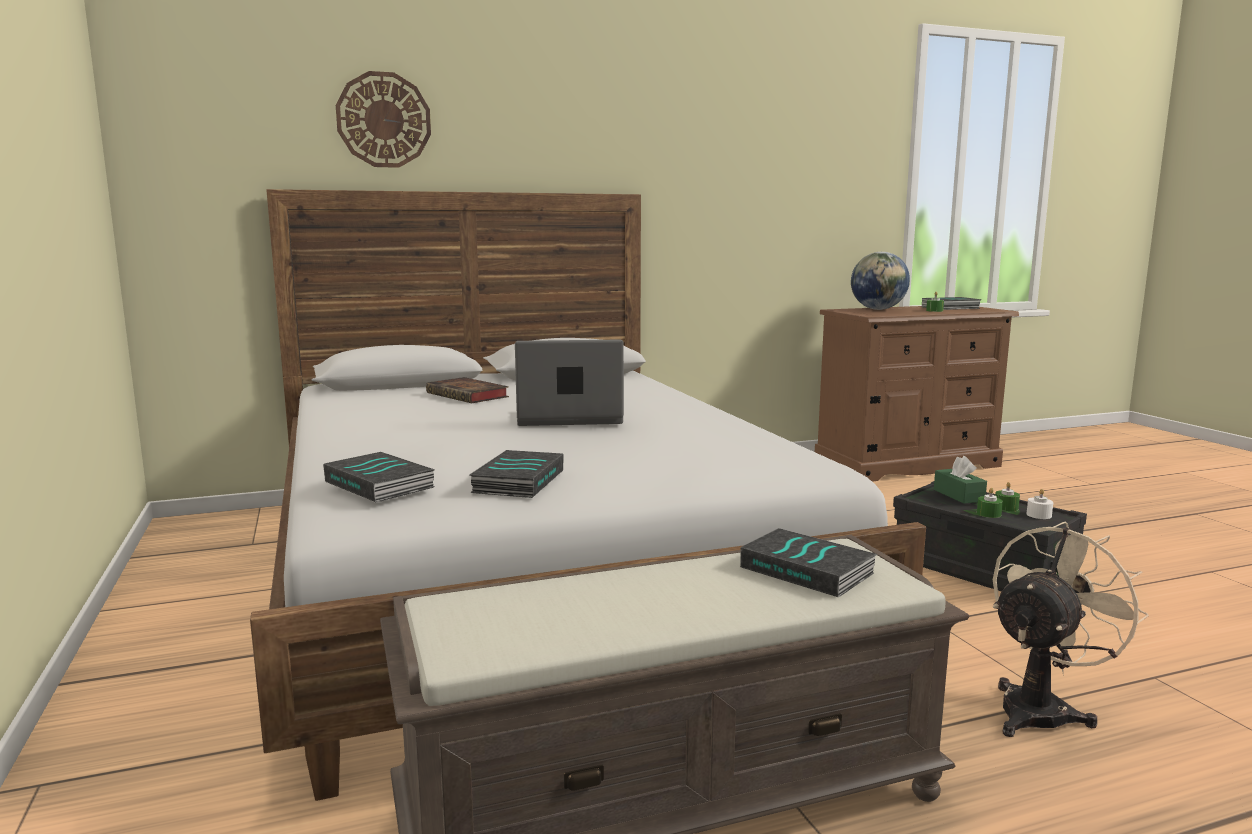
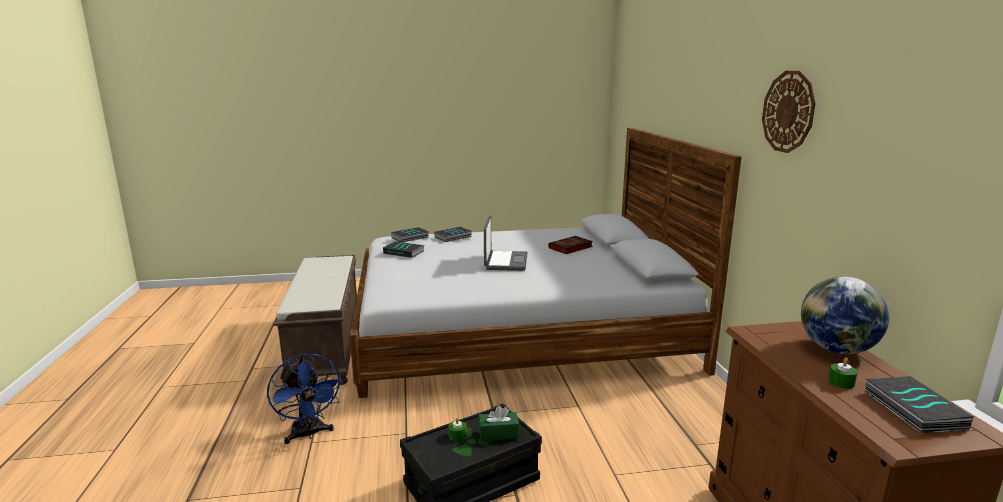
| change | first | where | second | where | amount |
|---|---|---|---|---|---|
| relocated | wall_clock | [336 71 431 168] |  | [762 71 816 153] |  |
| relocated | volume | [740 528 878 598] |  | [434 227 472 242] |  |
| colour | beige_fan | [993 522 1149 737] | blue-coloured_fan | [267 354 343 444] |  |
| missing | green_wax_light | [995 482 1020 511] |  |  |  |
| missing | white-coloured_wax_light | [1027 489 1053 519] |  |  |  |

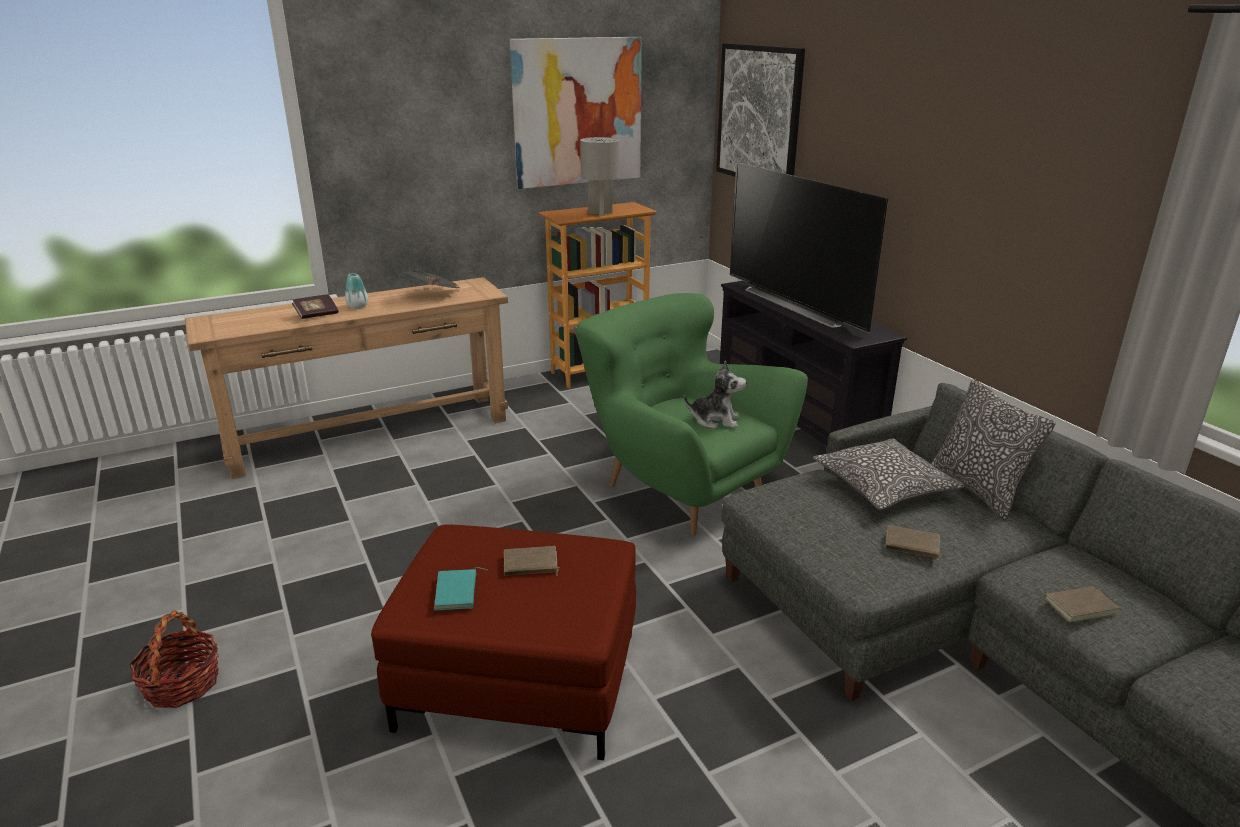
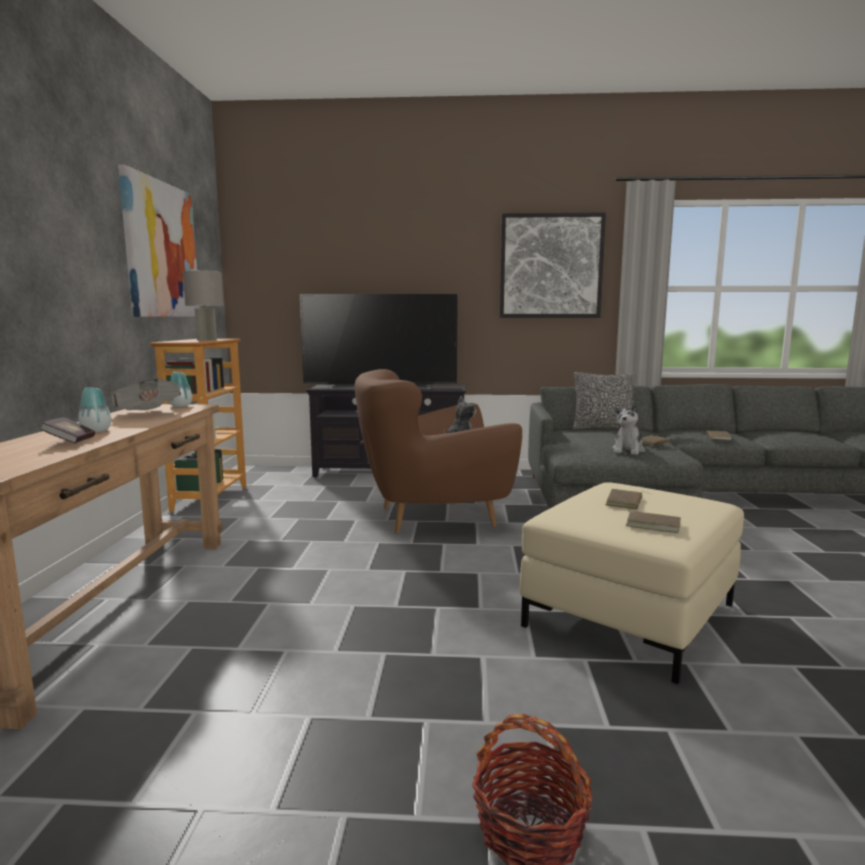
| change | first | where | second | where | amount |
|---|---|---|---|---|---|
| colour | reddish_ottoman | [371 525 636 760] | beige_ottoman | [520 482 744 684] |  |
| colour | turquoise-coloured_volume | [434 567 487 610] | brownish_volume | [626 509 681 533] |  |
| colour | green_armchair | [576 293 808 535] | brownish_armchair | [354 369 522 534] |  |
| relocated | wall_picture | [716 43 805 177] |  | [500 212 606 318] |  |
| missing | cushion | [813 439 966 510] |  |  |  |
| appeared |  |  | flower_vase | [169 371 192 407] |  |
| appeared |  |  | plush_toy | [612 401 645 455] |  |

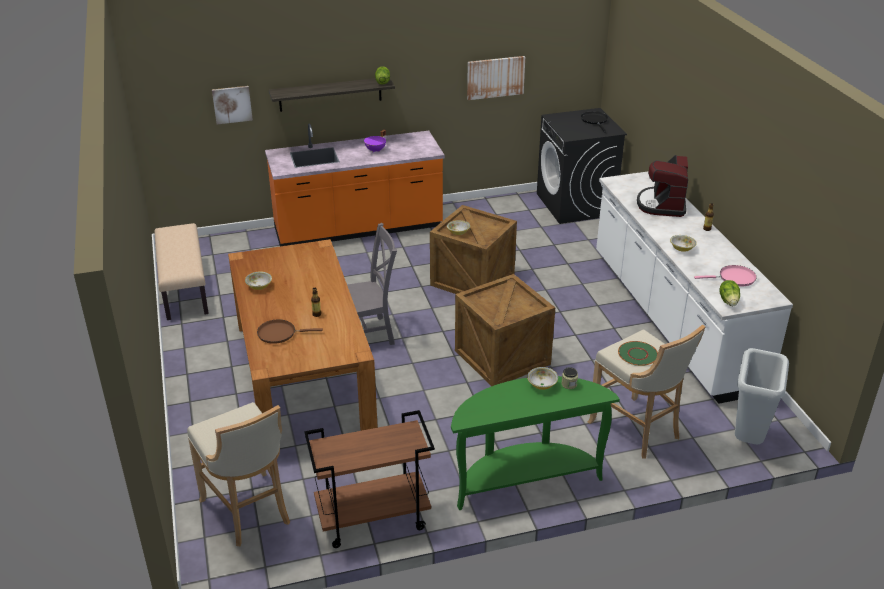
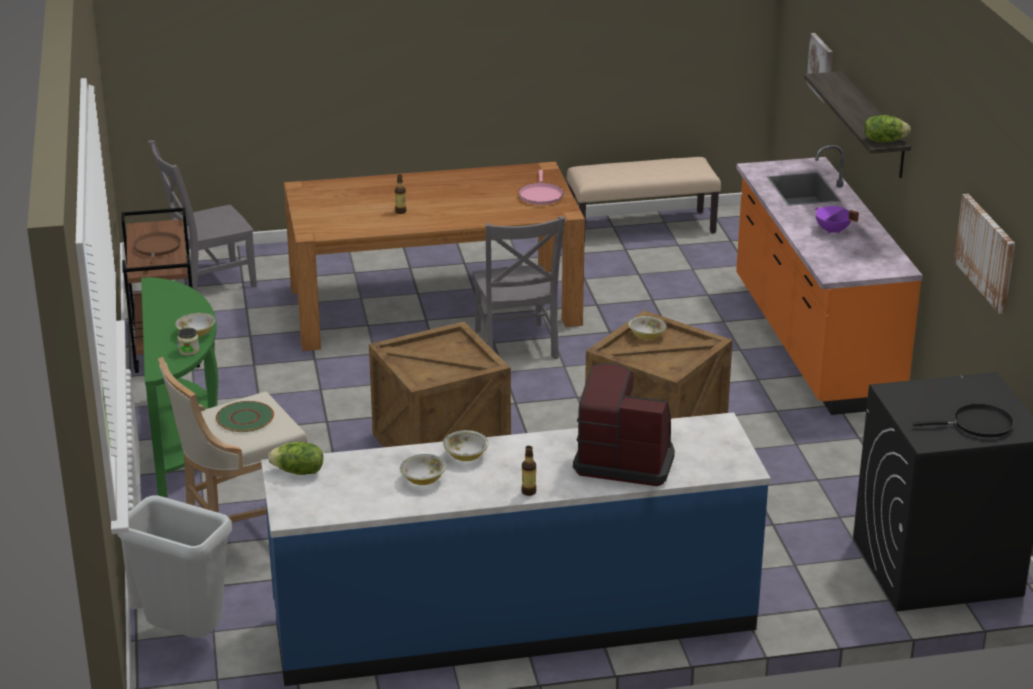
| change | first | where | second | where | amount |
|---|---|---|---|---|---|
| exchanged | beige_stool_seat | [187 402 290 546] | grey_upright_chair | [148 140 257 291] |  |
| relocated | deep_dish | [245 271 272 290] |  | [400 454 446 485] |  |
| relocated | brownish_skillet | [257 320 323 344] |  | [133 232 181 271] |  |
| colour | white-coloured_counter | [596 171 793 404] | blue-coloured_counter | [261 412 770 686] |  |
| relocated | pink-coloured_skillet | [694 265 757 286] |  | [519 170 564 205] |  |

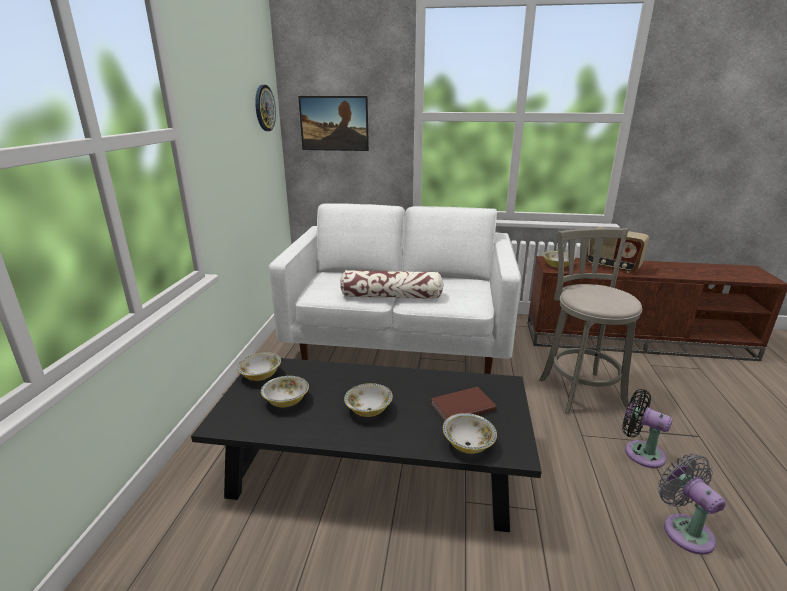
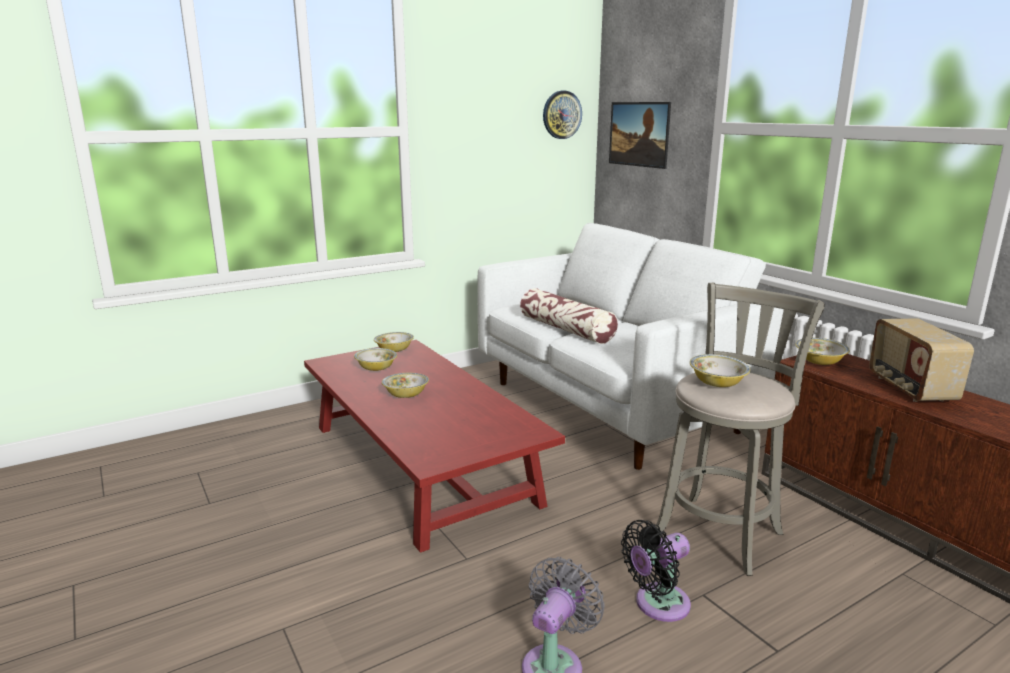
| change | first | where | second | where | amount |
|---|---|---|---|---|---|
| colour | black_lounge_table | [191 358 542 532] | reddish_lounge_table | [304 340 565 553] |  |
| missing | brownish_volume | [431 387 497 421] |  |  |  |
| relocated | deep_dish | [443 413 497 454] |  | [690 354 750 387] |  |
| spun | black_fan | [622 389 673 468] |  | [621 520 691 622] | 120 degrees counterclockwise |

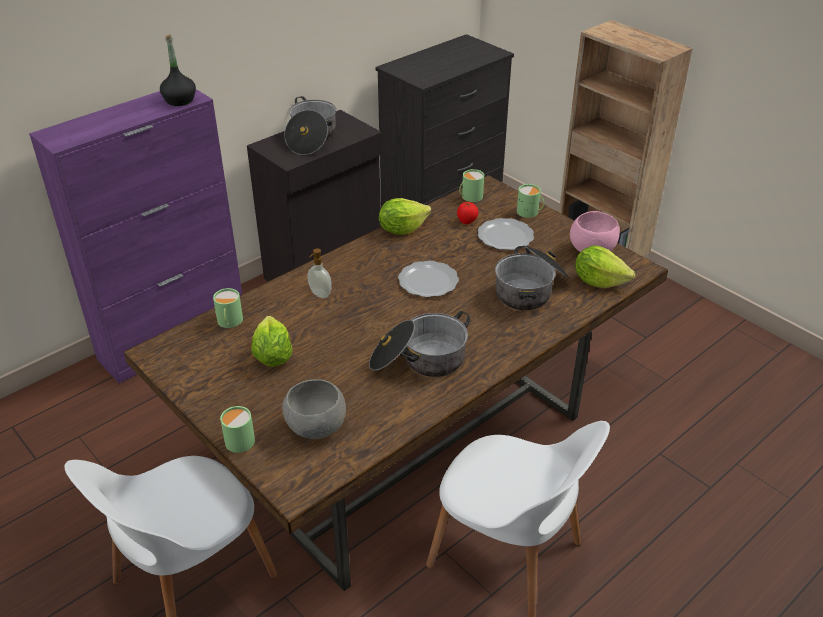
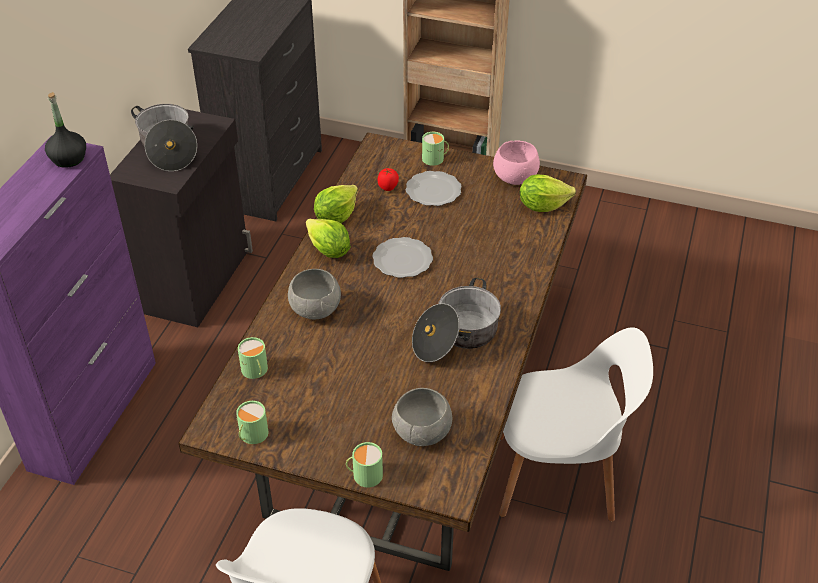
| change | first | where | second | where | amount |
|---|---|---|---|---|---|
| relocated | lettuce | [251 316 293 367] |  | [306 218 351 258] |  |
| exchanged | liquid_soap_bottle | [308 248 332 298] | grey_deep_dish | [288 269 341 319] |  |
| relocated | green_mug | [459 169 484 202] |  | [236 401 268 444] |  |
| missing | cooking_pot | [495 245 570 310] |  |  |  |

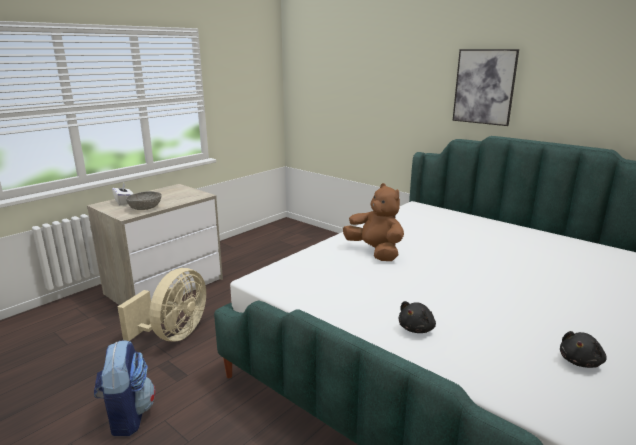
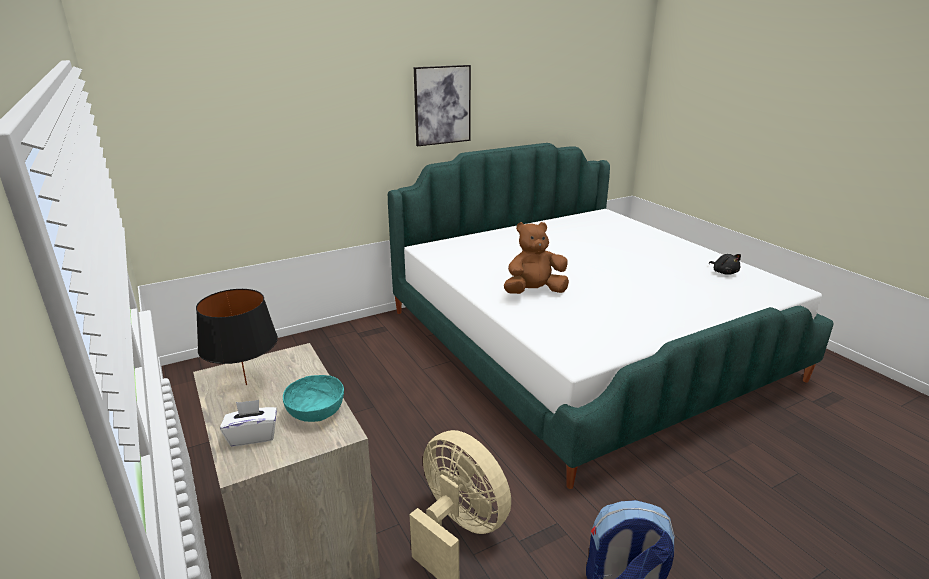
| change | first | where | second | where | amount |
|---|---|---|---|---|---|
| colour | grey_deep_dish | [126 191 162 210] | turquoise-coloured_deep_dish | [283 375 344 422] |  |
| missing | black_plush_toy | [398 301 436 333] |  |  |  |
| appeared |  |  | black_table_lamp | [196 289 278 385] |  |

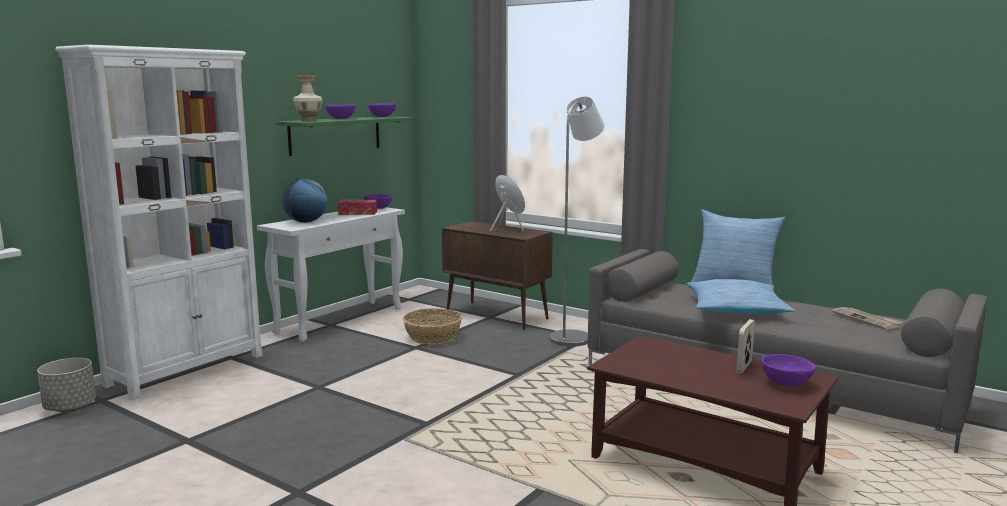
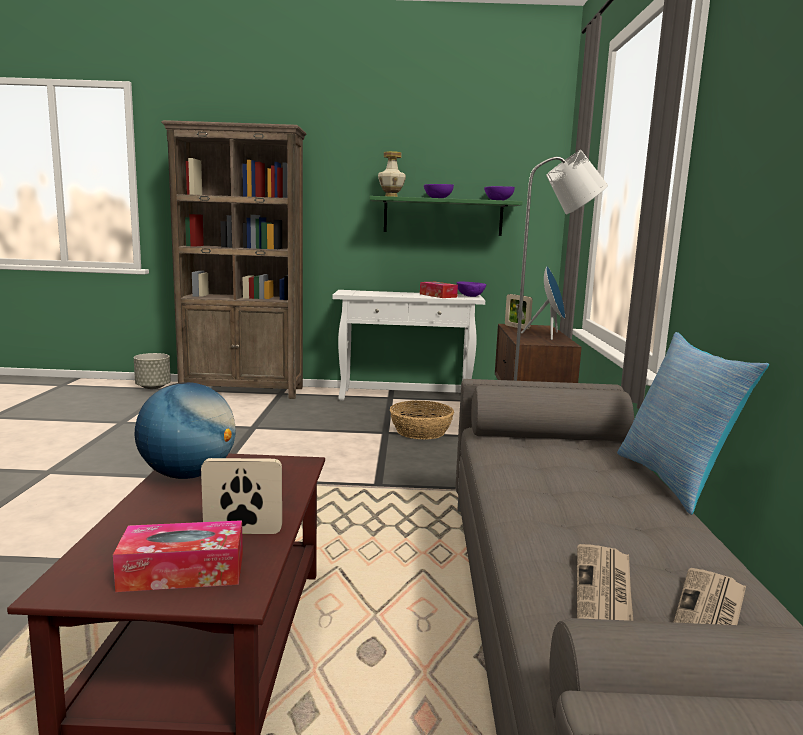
| change | first | where | second | where | amount |
|---|---|---|---|---|---|
| colour | white-coloured_bookcase | [55 44 263 400] | brownish_bookcase | [161 120 307 399] |  |
| relocated | globe | [282 178 327 223] |  | [135 382 236 479] |  |
| missing | cushion | [686 279 795 314] |  |  |  |
| exchanged | purplish_deep_dish | [761 354 816 387] | box_of_tissues | [113 520 243 592] |  |
| appeared |  |  | standing_frame | [505 294 533 329] |  |
| appeared |  |  | printed_paper | [577 544 633 621] |  |

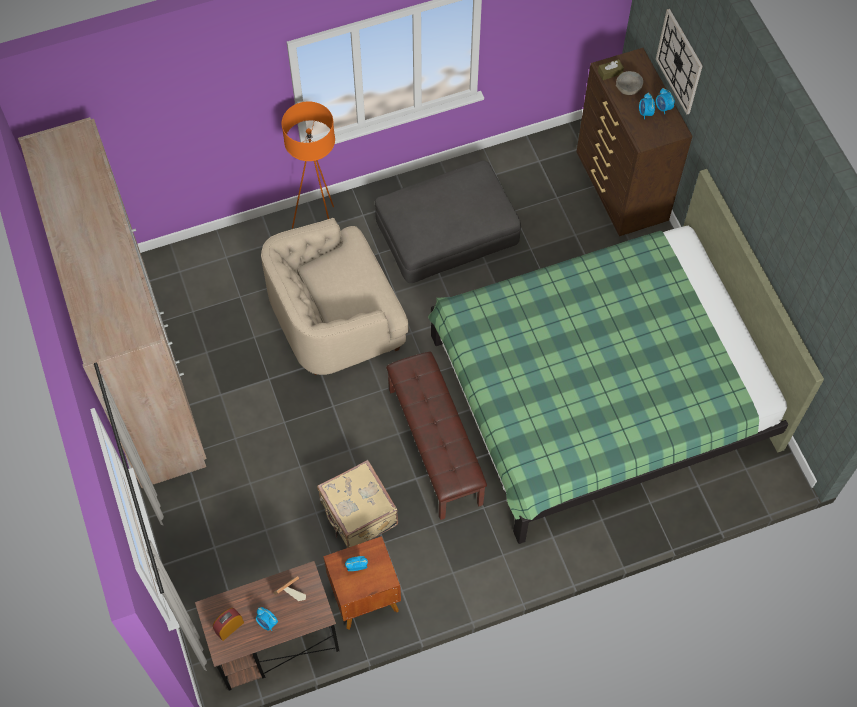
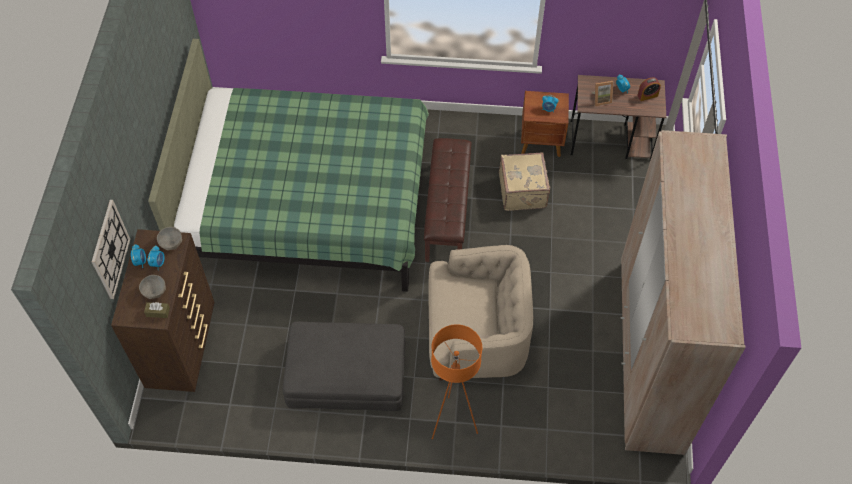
| change | first | where | second | where | amount |
|---|---|---|---|---|---|
| appeared |  |  | grey_deep_dish | [157 227 182 250] |  |

